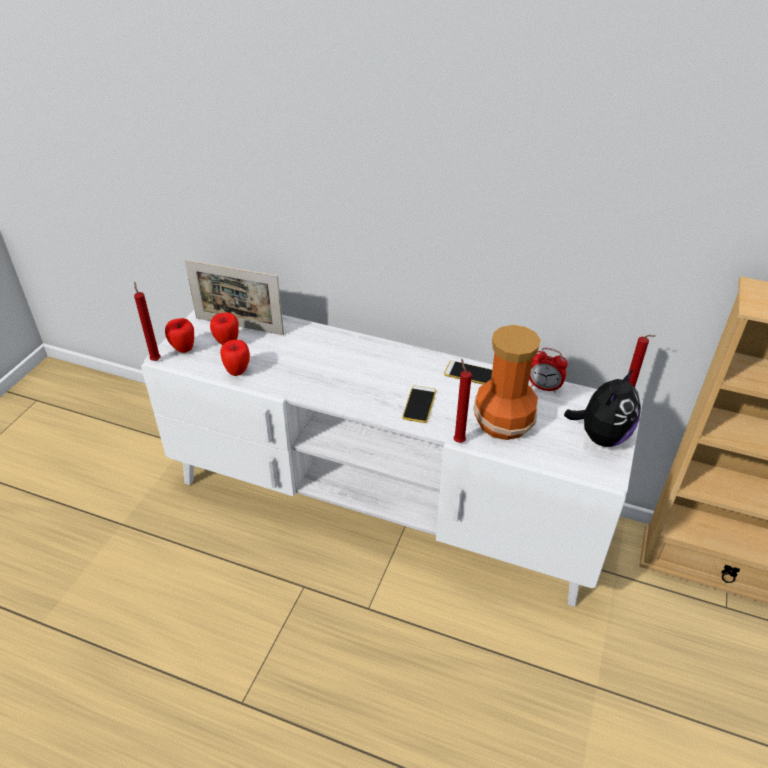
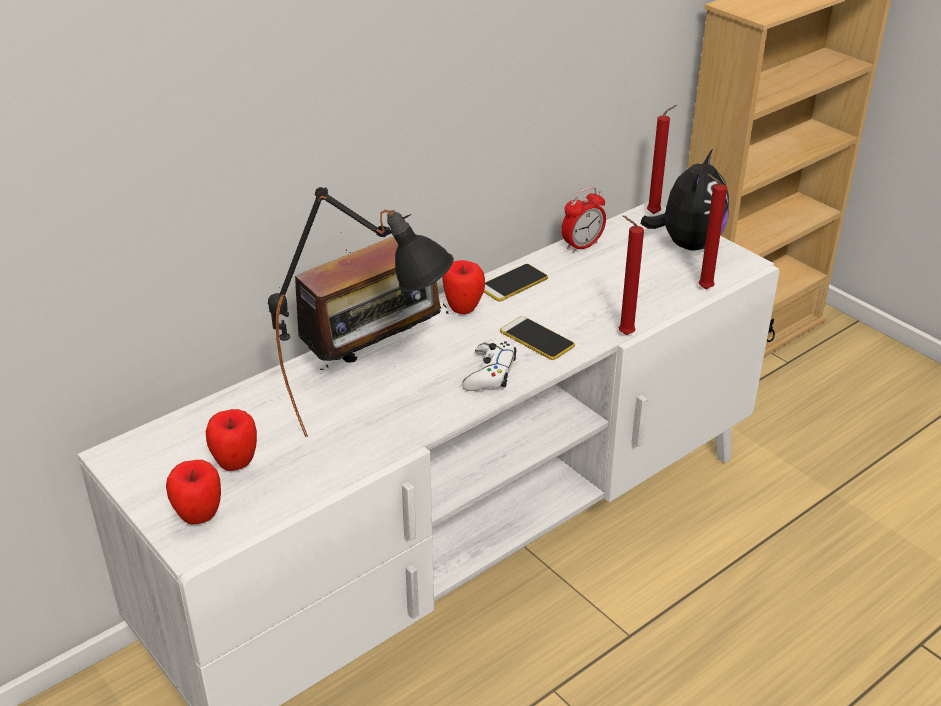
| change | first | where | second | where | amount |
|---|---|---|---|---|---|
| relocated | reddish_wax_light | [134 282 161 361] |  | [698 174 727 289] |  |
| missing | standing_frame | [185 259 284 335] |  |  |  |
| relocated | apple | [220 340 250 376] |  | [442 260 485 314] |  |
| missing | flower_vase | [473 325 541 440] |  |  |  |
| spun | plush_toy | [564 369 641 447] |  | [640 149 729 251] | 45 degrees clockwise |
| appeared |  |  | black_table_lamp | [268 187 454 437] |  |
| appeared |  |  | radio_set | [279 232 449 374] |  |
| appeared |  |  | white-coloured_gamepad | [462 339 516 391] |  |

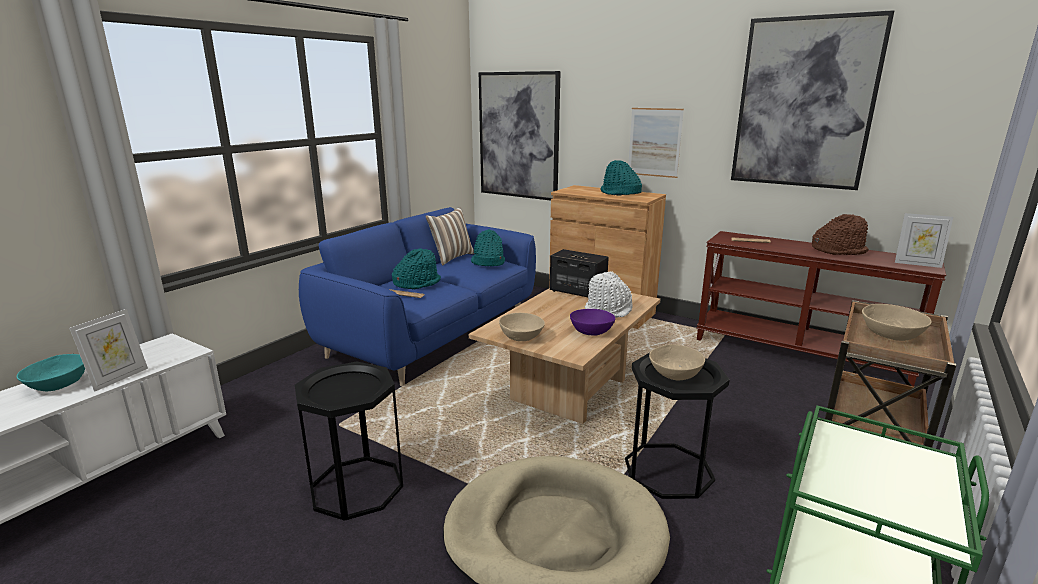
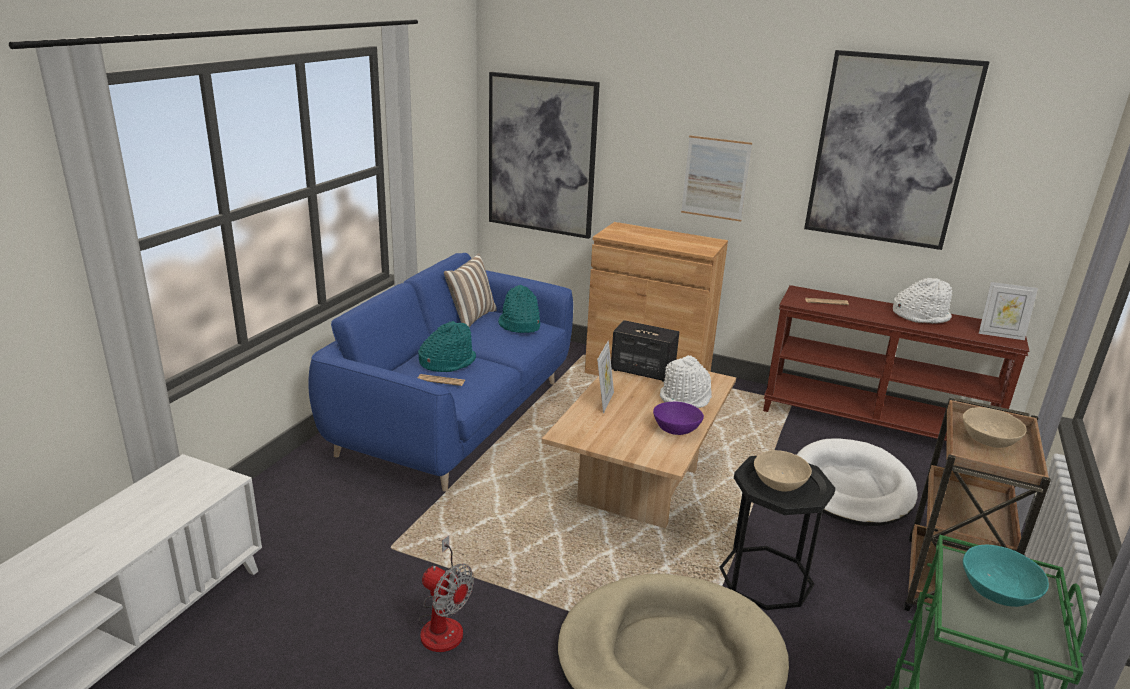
| change | first | where | second | where | amount |
|---|---|---|---|---|---|
| relocated | turquoise-coloured_deep_dish | [17 354 85 391] |  | [963 545 1049 607] |  |
| relocated | standing_frame | [69 309 148 392] |  | [597 340 614 413] |  |
| exchanged | black_side_table | [295 362 403 521] | fan | [419 535 474 652] |  |
| missing | beige_deep_dish | [499 313 545 341] |  |  |  |
| missing | turquoise-coloured_wearable_hat | [600 160 642 195] |  |  |  |
| colour | brownish_wearable_hat | [812 214 869 255] | white-coloured_wearable_hat | [893 278 953 324] |  |
| appeared |  |  | white-coloured_pet_bed | [797 438 918 526] |  |

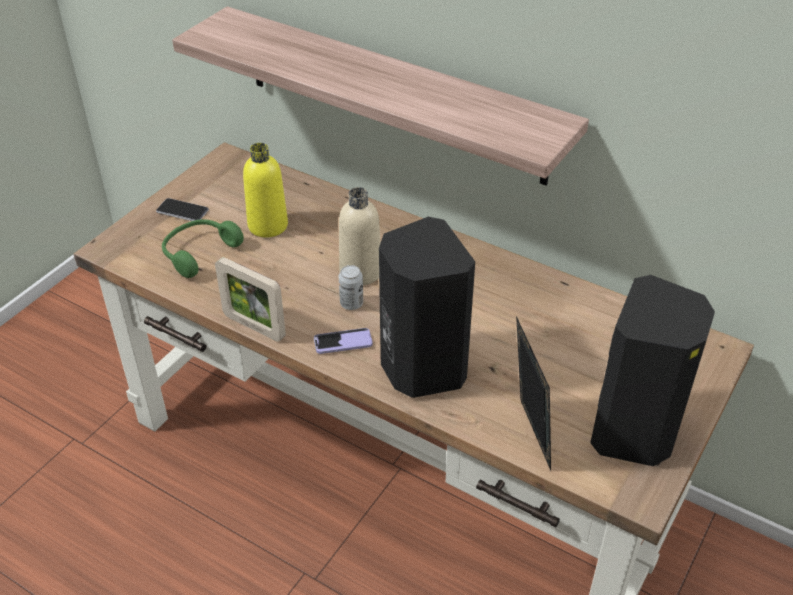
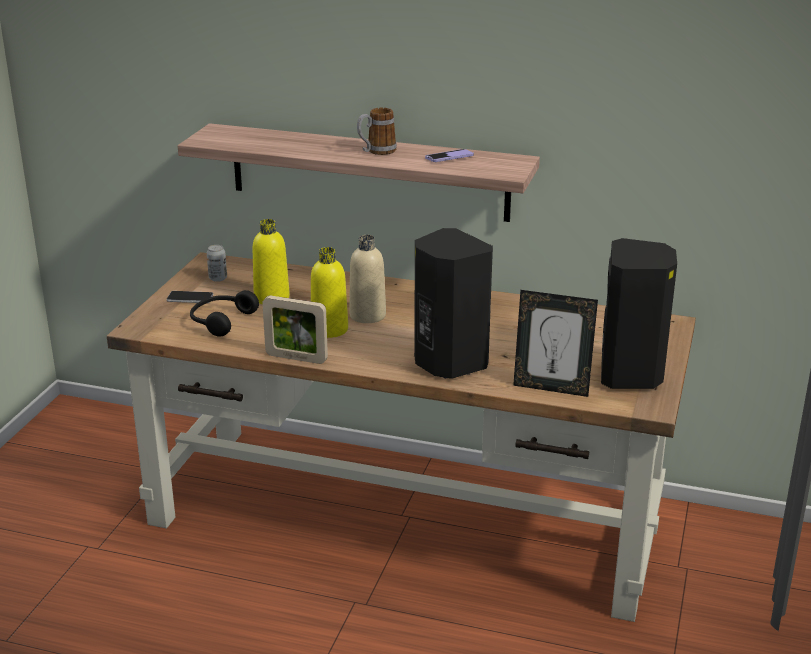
| change | first | where | second | where | amount |
|---|---|---|---|---|---|
| colour | green_headphones | [162 219 244 278] | black_headphones | [190 290 259 337] |  |
| relocated | phone | [314 328 373 354] |  | [425 149 474 162] |  |
| relocated | metal_can | [339 265 363 310] |  | [207 245 227 282] |  |
| spun | standing_frame | [516 316 551 471] |  | [513 290 598 397] | 135 degrees clockwise |
| appeared |  |  | yellow_drink_bottle | [311 247 348 338] |  |
| appeared |  |  | mug | [357 107 397 155] |  |

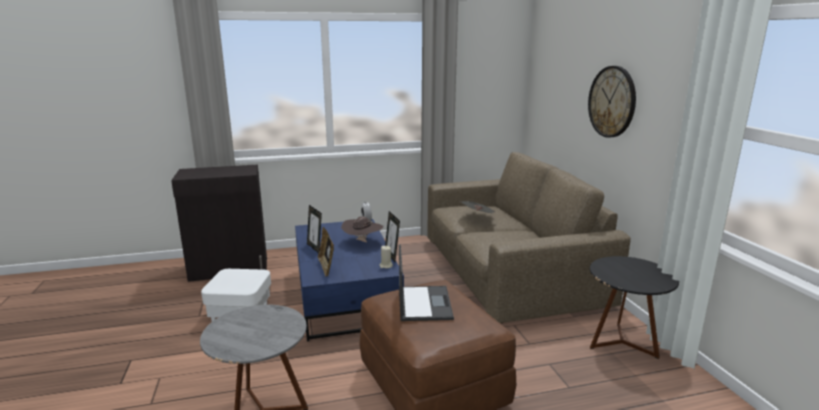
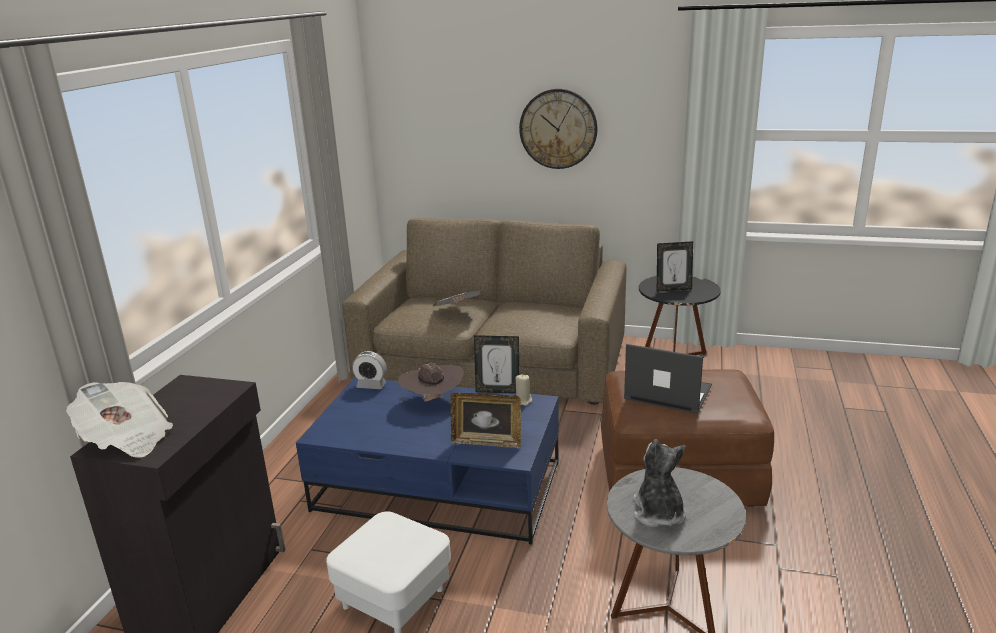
| change | first | where | second | where | amount |
|---|---|---|---|---|---|
| relocated | standing_frame | [307 205 322 253] |  | [657 241 693 292] |  |
| appeared |  |  | printed_paper | [66 382 173 458] |  |
| appeared |  |  | plush_toy | [633 439 686 527] |  |

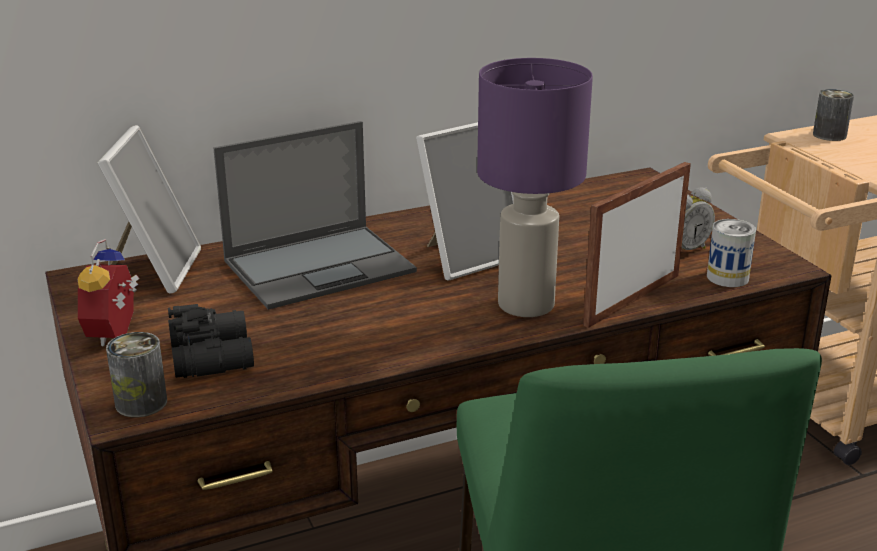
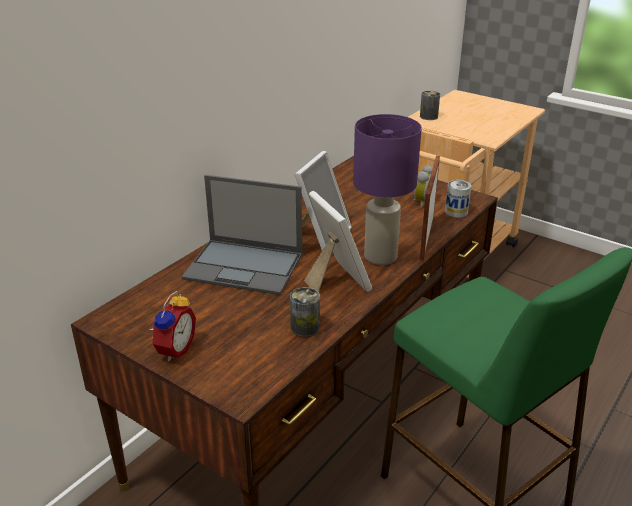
| change | first | where | second | where | amount |
|---|---|---|---|---|---|
| spun | table_clock | [78 239 140 347] |  | [149 291 196 361] | 135 degrees counterclockwise |
| relocated | standing_frame | [98 125 201 293] |  | [304 191 372 292] |  |
| relocated | metal_can | [106 332 167 417] |  | [290 287 320 337] |  |
| missing | black_pair_of_binoculars | [168 304 254 378] |  |  |  |
| spun | laptop | [213 121 417 310] |  | [182 175 302 295] | 75 degrees clockwise |

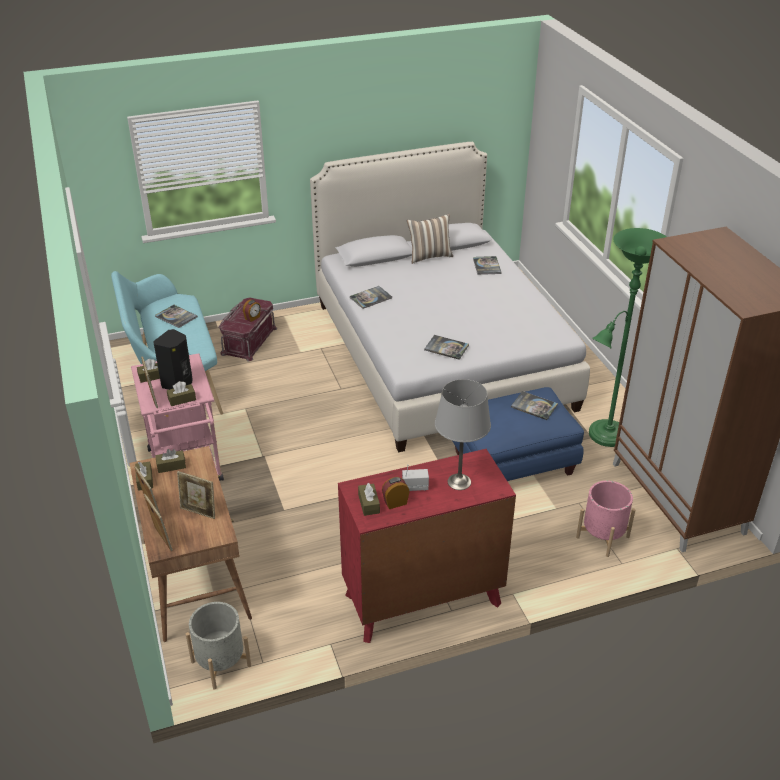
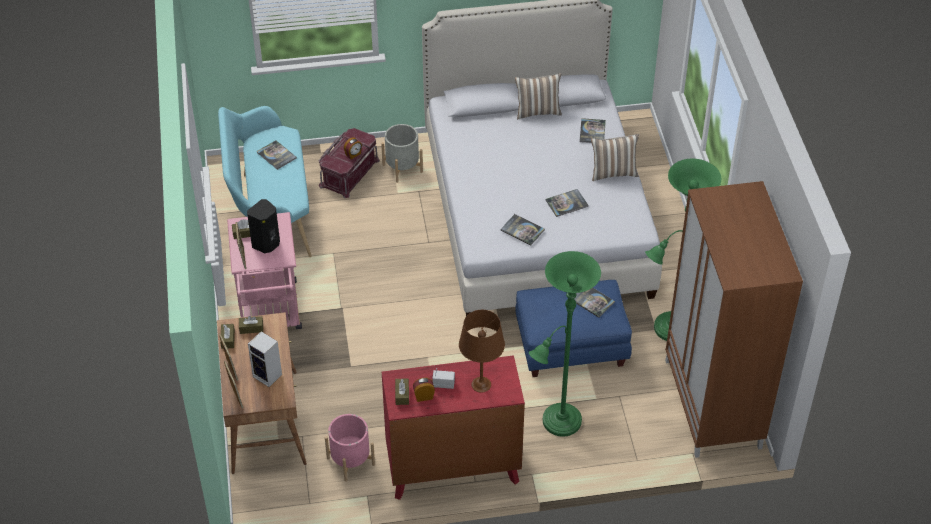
| change | first | where | second | where | amount |
|---|---|---|---|---|---|
| missing | brownish_box_of_tissues | [167 381 196 406] |  |  |  |
| exchanged | standing_frame | [177 471 215 519] | loudspeaker | [248 331 282 387] |  |
| relocated | grey_plant_pot | [186 602 251 690] |  | [381 124 423 183] |  |
| relocated | volume | [350 286 392 309] |  | [546 189 588 217] |  |
| colour | grey_table_lamp | [435 379 491 490] | brownish_table_lamp | [459 310 505 393] |  |
| relocated | pink-coloured_plant_pot | [576 481 635 557] |  | [325 414 375 482] |  |
| appeared |  |  | green_floor_lamp | [529 251 601 437] |  |
| appeared |  |  | cushion | [591 134 639 181] |  |

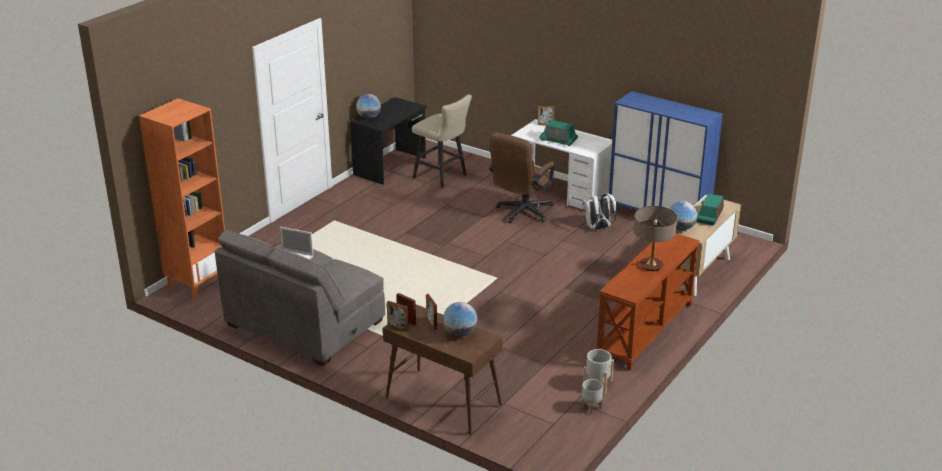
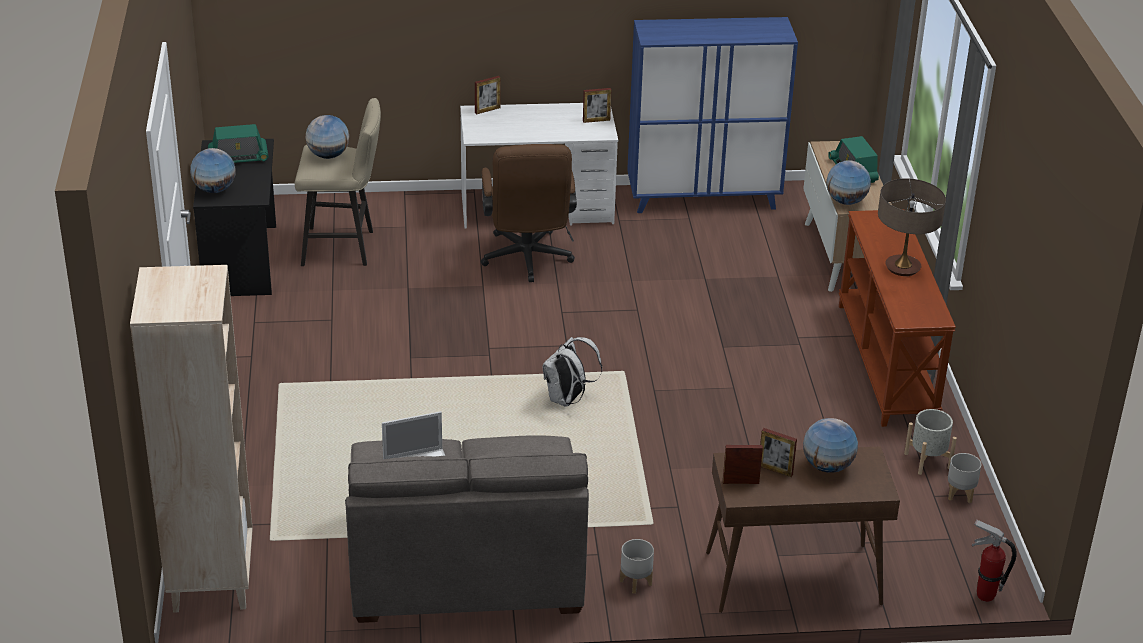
| change | first | where | second | where | amount |
|---|---|---|---|---|---|
| colour | orange-coloured_bookcase | [139 98 225 300] | beige_bookcase | [130 265 253 613] |  |
| relocated | standing_frame | [387 301 409 332] |  | [583 88 611 123] |  |
| relocated | radio_set | [539 120 578 146] |  | [208 124 269 163] |  |
| relocated | white-coloured_knapsack | [582 193 617 230] |  | [543 337 602 407] |  |
| appeared |  |  | globe | [305 115 349 159] |  |
| appeared |  |  | grey_plant_pot | [620 539 654 594] |  |
| appeared |  |  | fire-fighting_cylinder | [972 520 1017 602] |  |

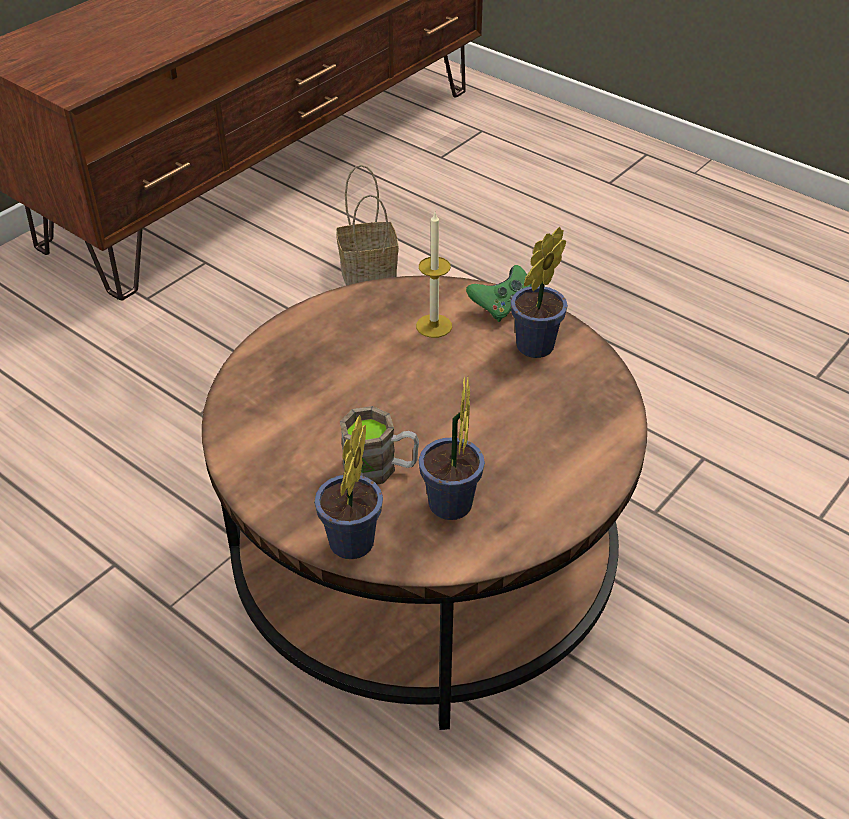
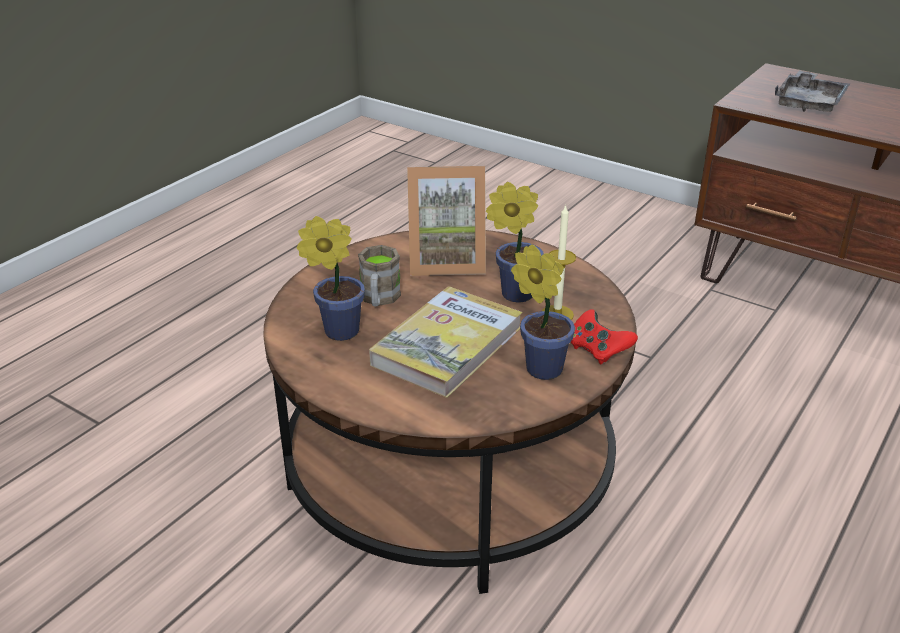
| change | first | where | second | where | amount |
|---|---|---|---|---|---|
| relocated | potted_plant | [314 415 383 559] |  | [486 182 544 302] |  |
| missing | storage_basket | [336 165 399 285] |  |  |  |
| colour | green_gamepad | [466 265 532 322] | reddish_gamepad | [571 309 638 365] |  |
| appeared |  |  | volume | [369 286 523 398] |  |
| appeared |  |  | standing_frame | [407 166 486 276] |  |
| appeared |  |  | grey_carrying_tray | [775 70 850 112] |  |

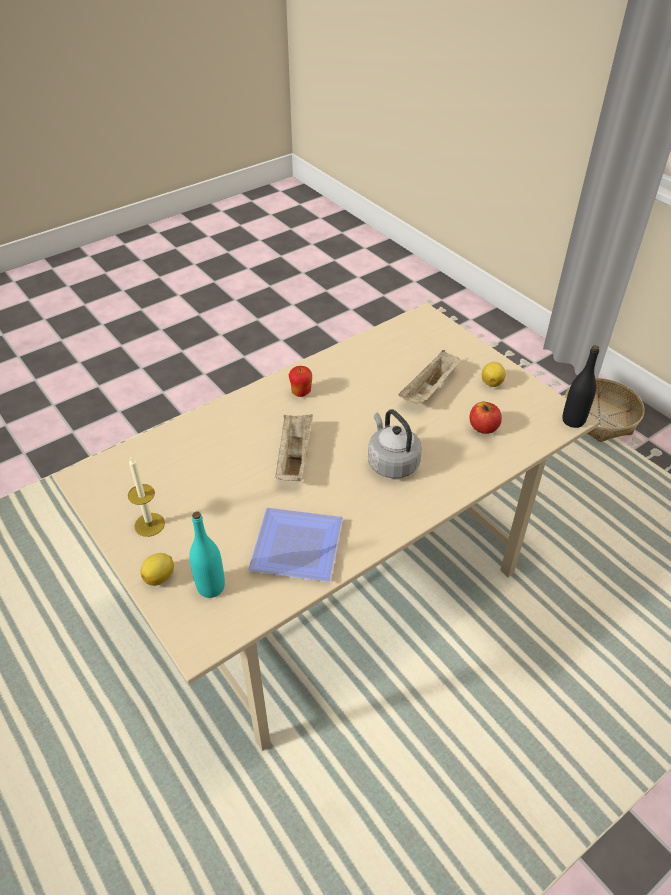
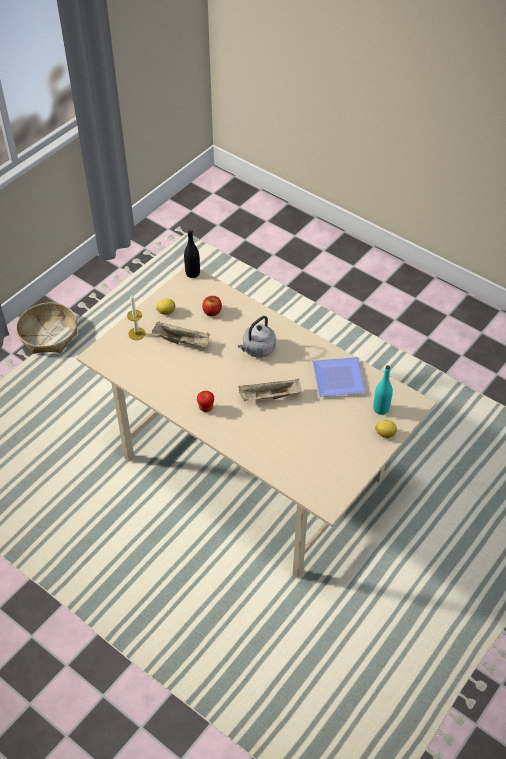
| change | first | where | second | where | amount |
|---|---|---|---|---|---|
| relocated | wax_light | [128 457 165 537] |  | [127 294 146 340] |  |

